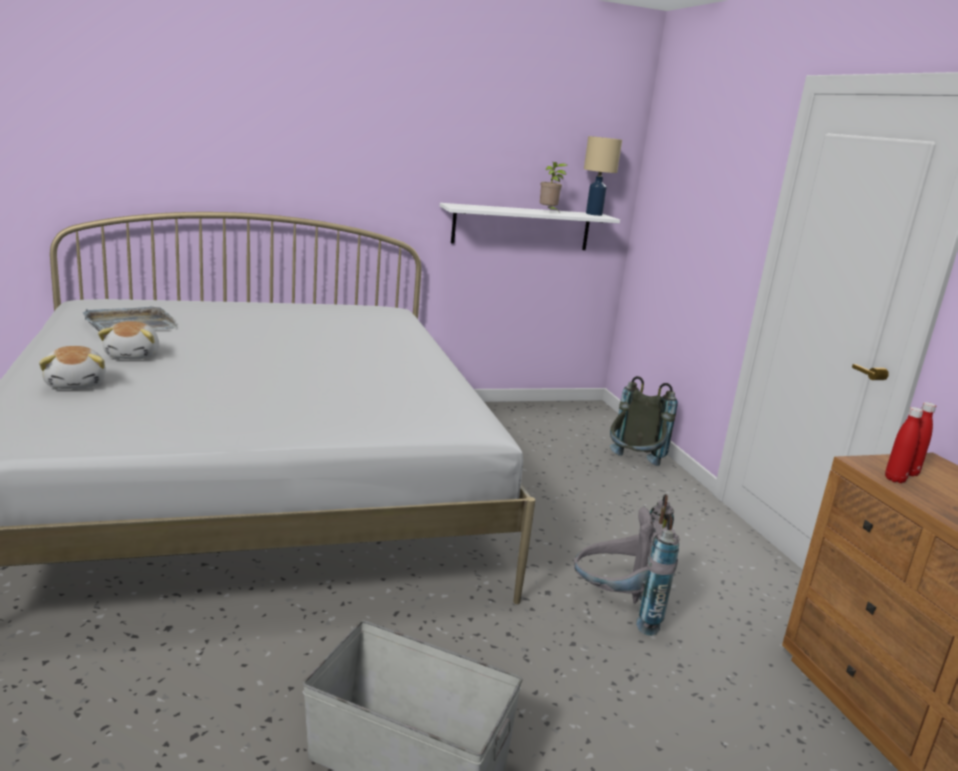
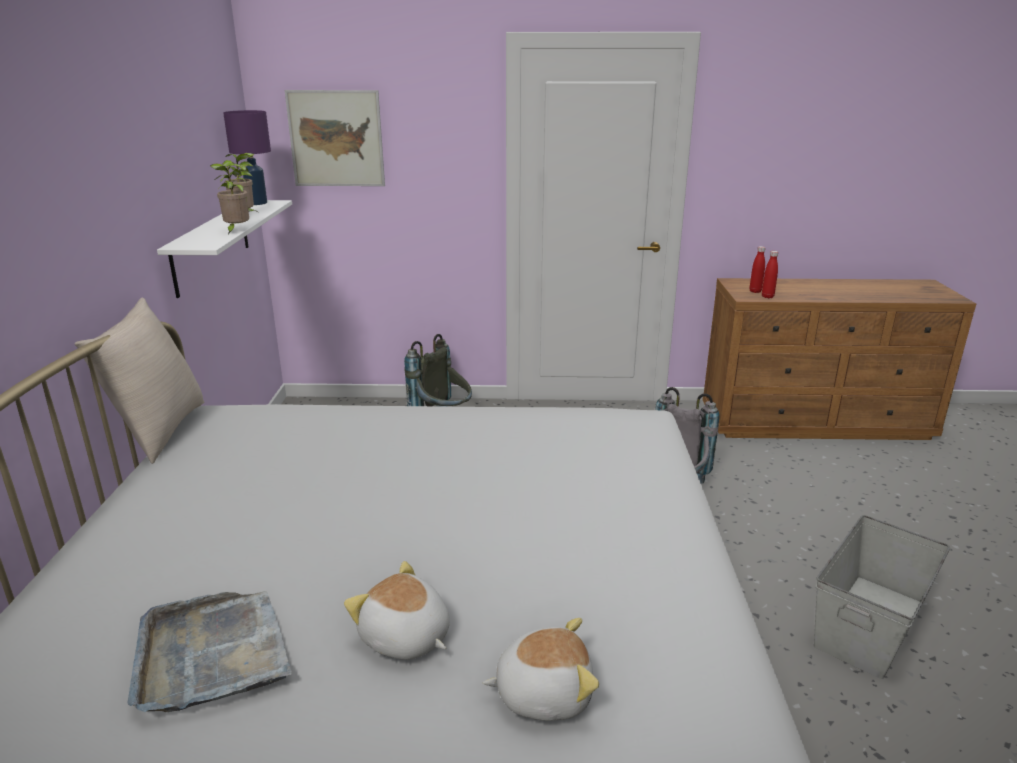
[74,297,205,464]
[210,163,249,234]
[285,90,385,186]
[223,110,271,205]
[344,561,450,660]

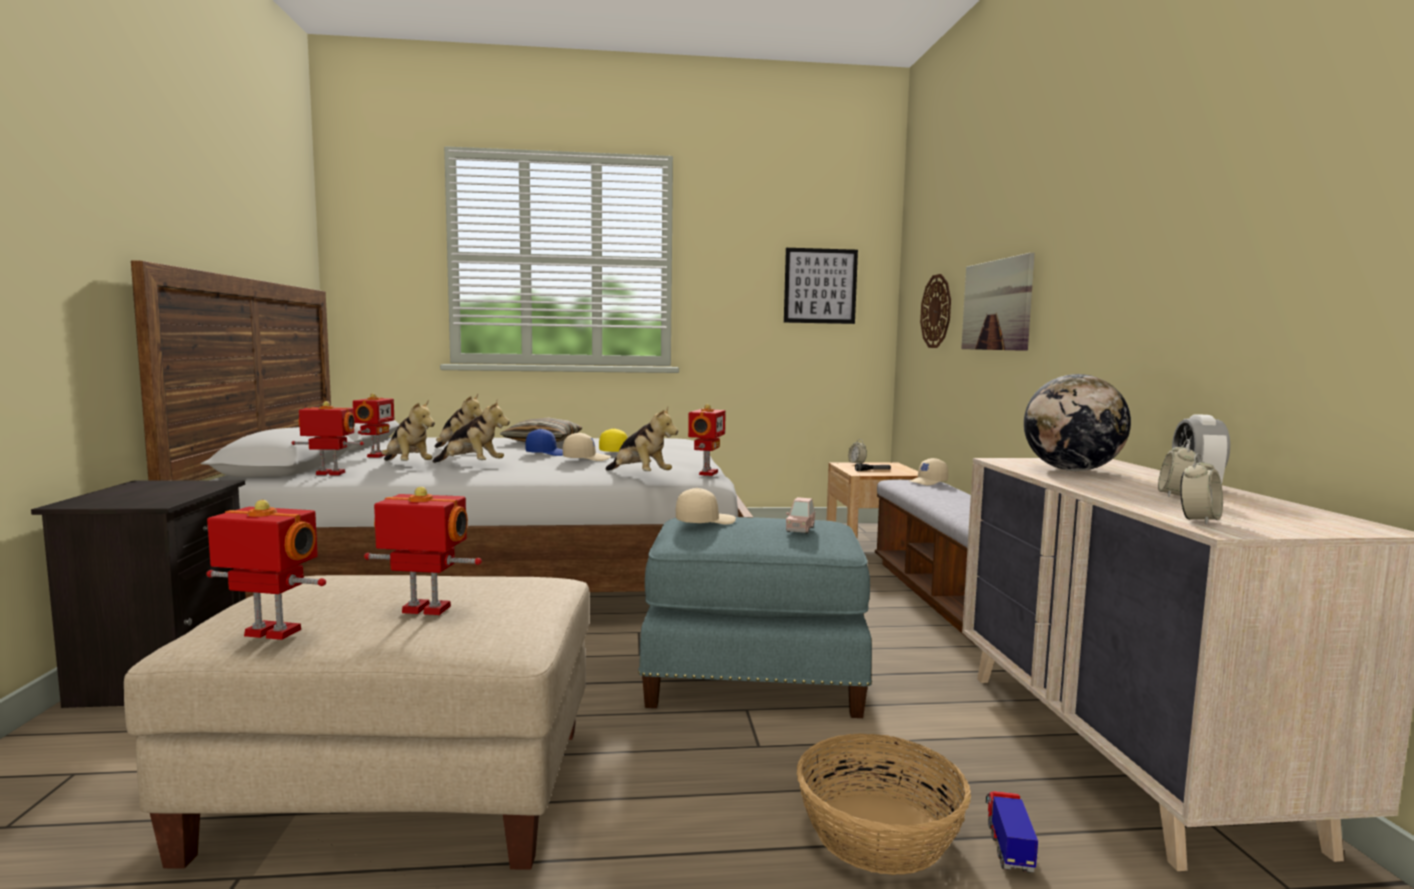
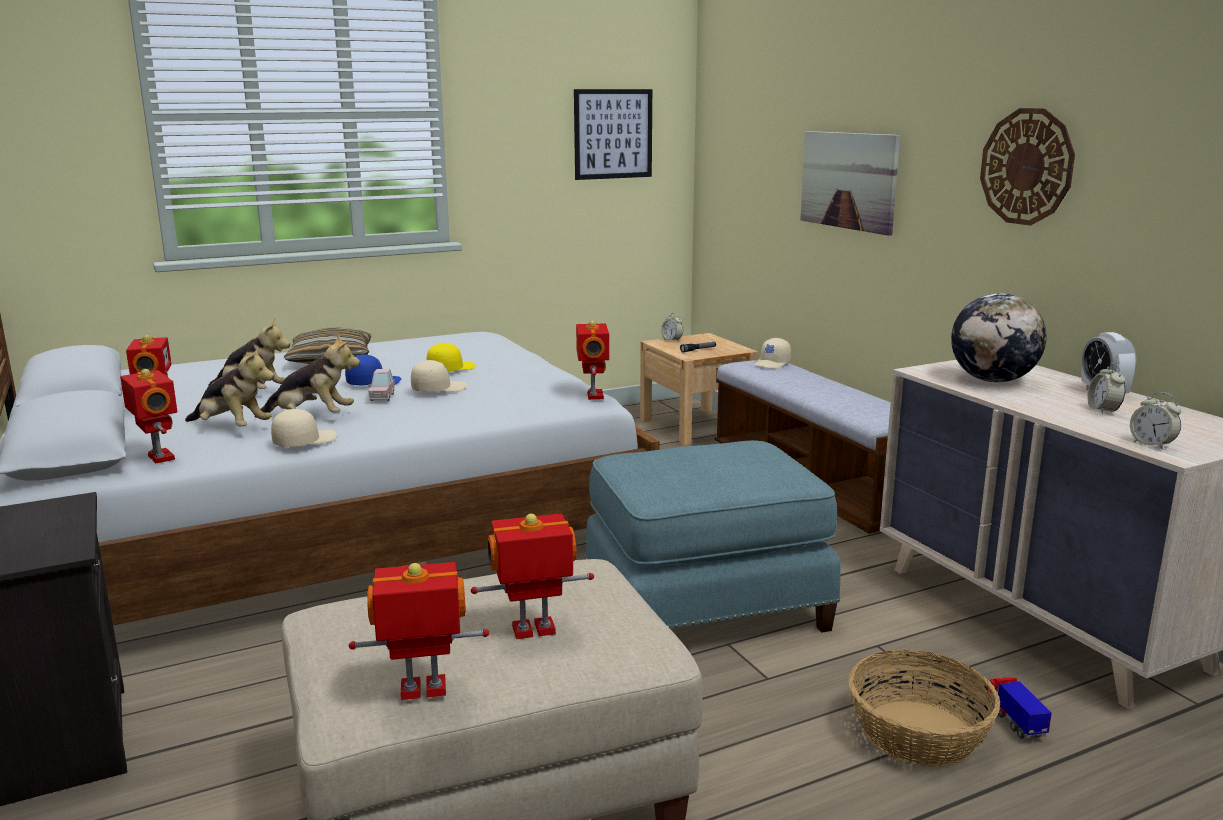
[605,407,678,471] (first image)
[271,409,337,447]
[368,369,394,401]
[980,108,1075,226]
[120,369,177,464]
[1130,392,1181,450]

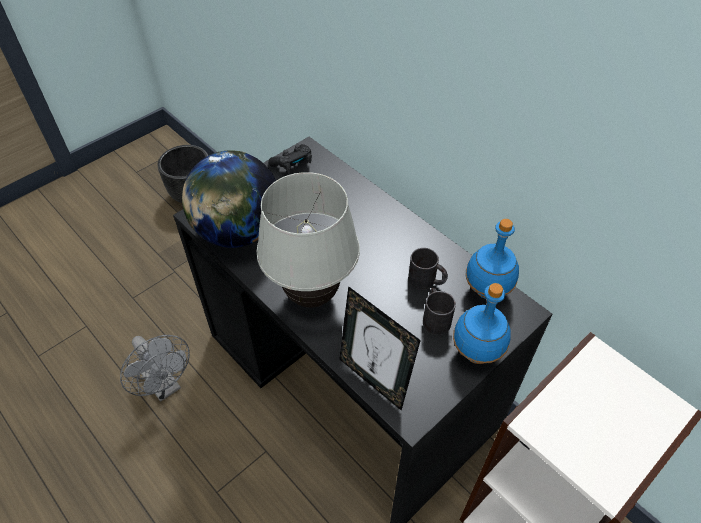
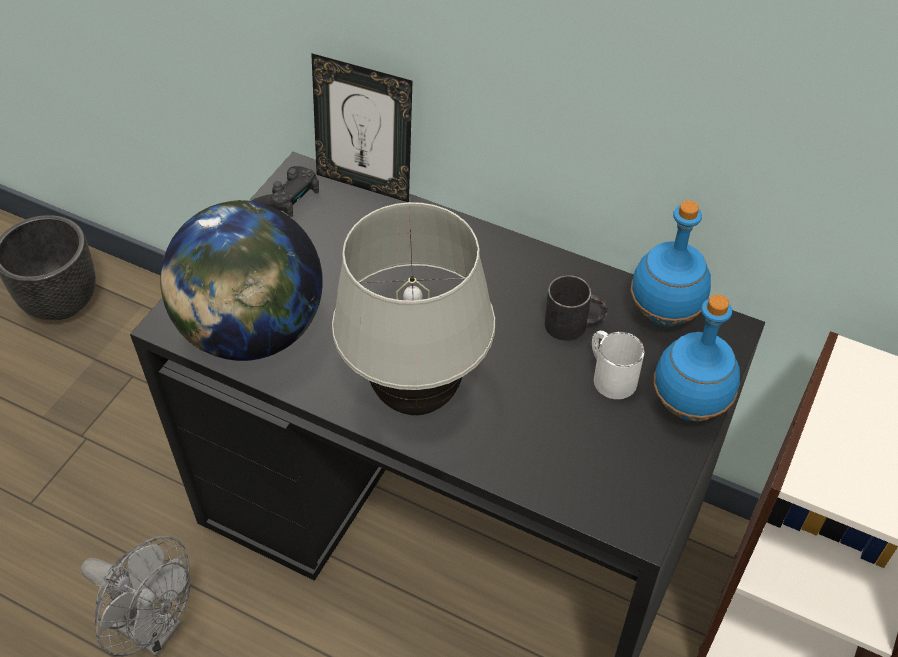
[311,53,413,202]
[592,331,645,399]

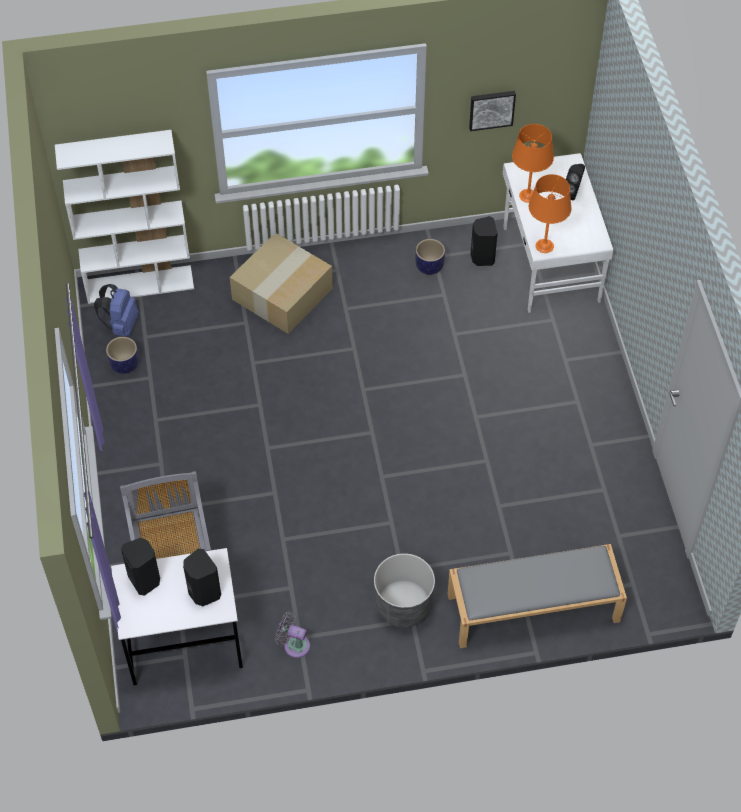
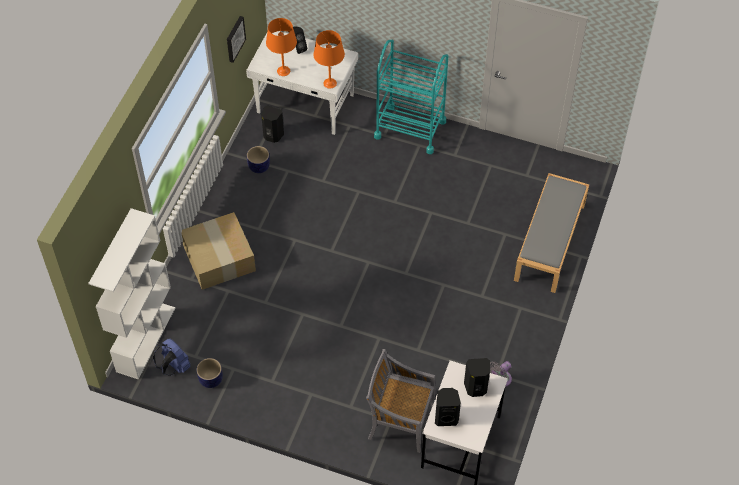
[374,553,435,628] (first image)
[374,40,449,154]

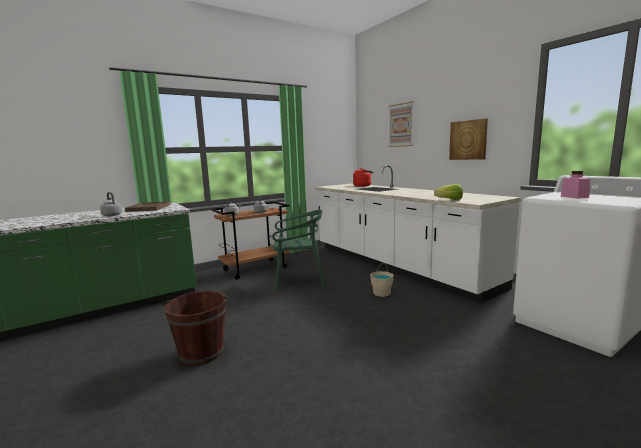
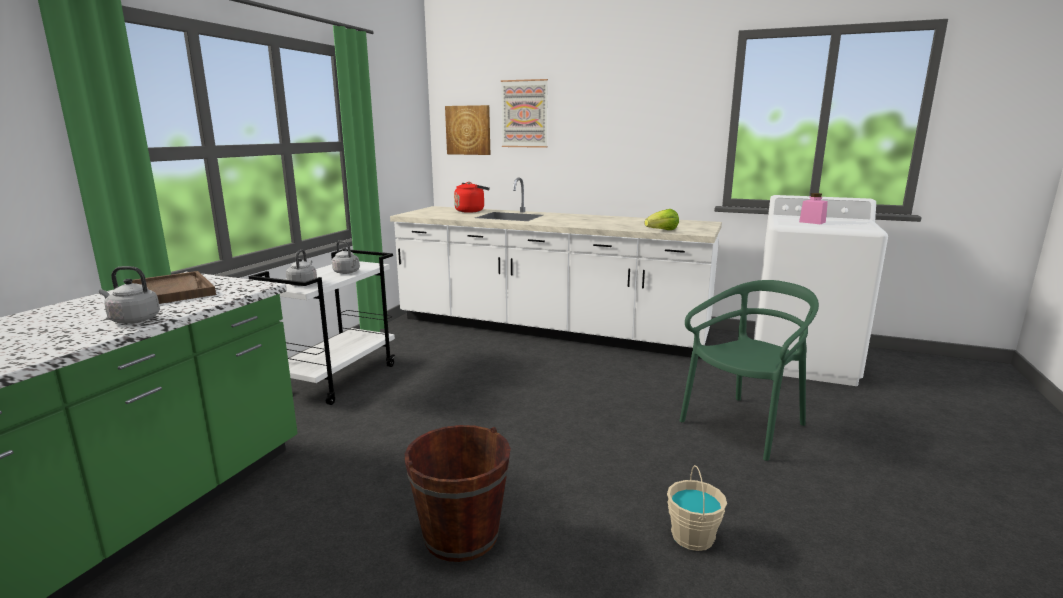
[679,280,819,461]
[667,465,727,551]
[445,105,490,155]
[248,249,395,405]

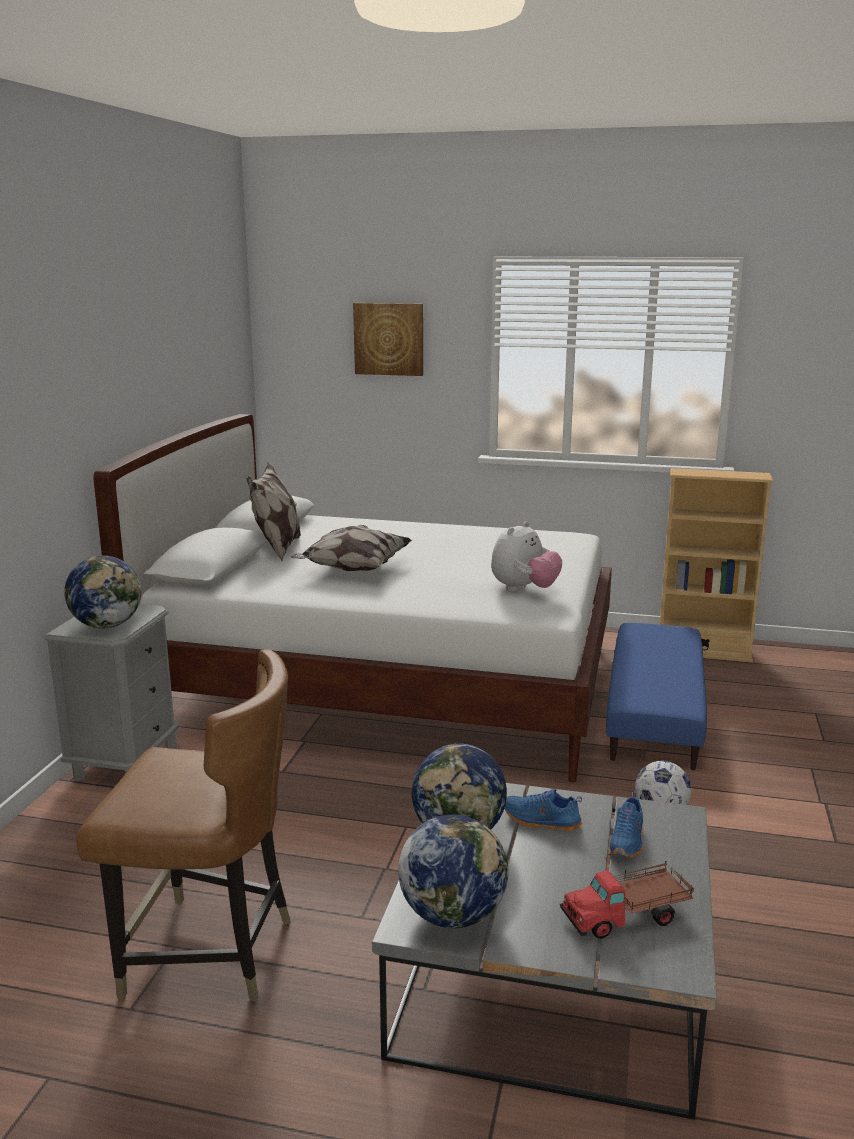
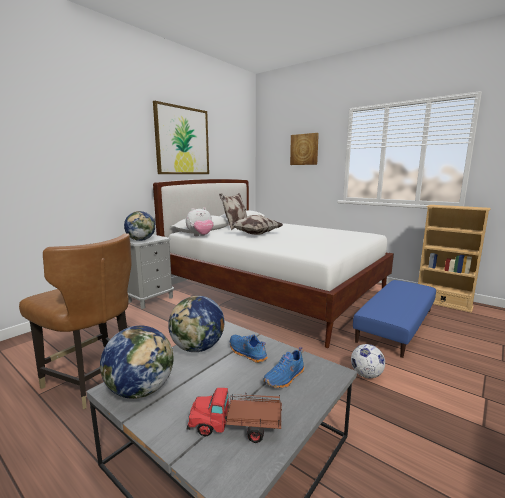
[153,101,209,174]
[186,207,214,236]

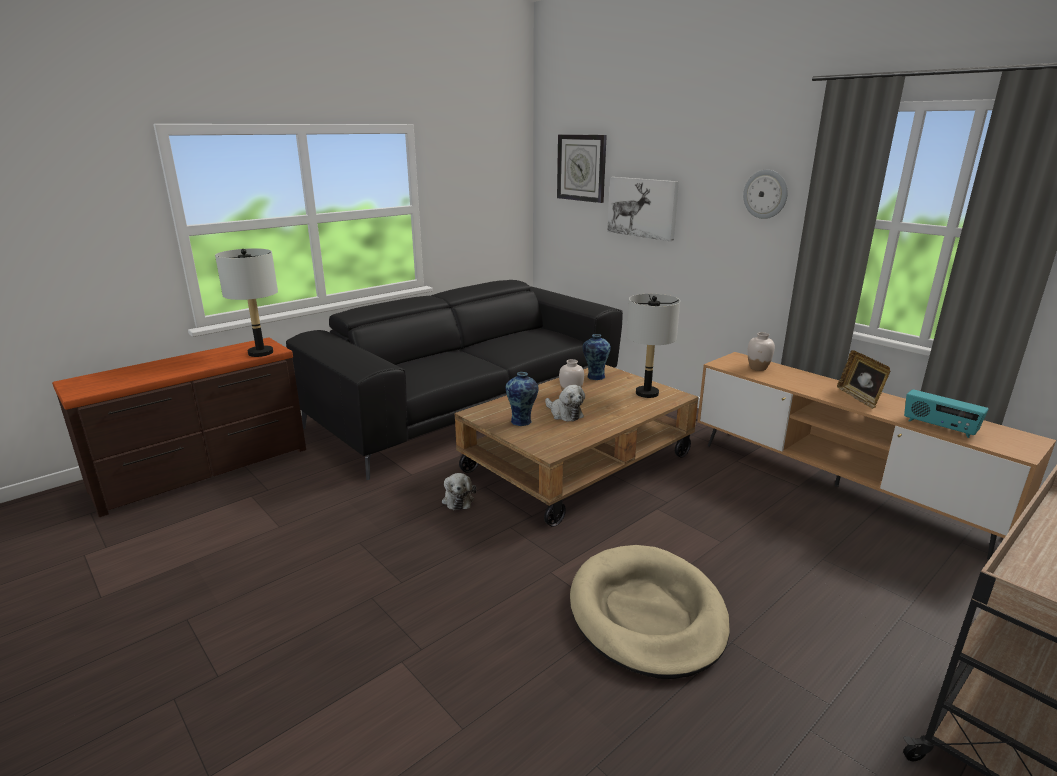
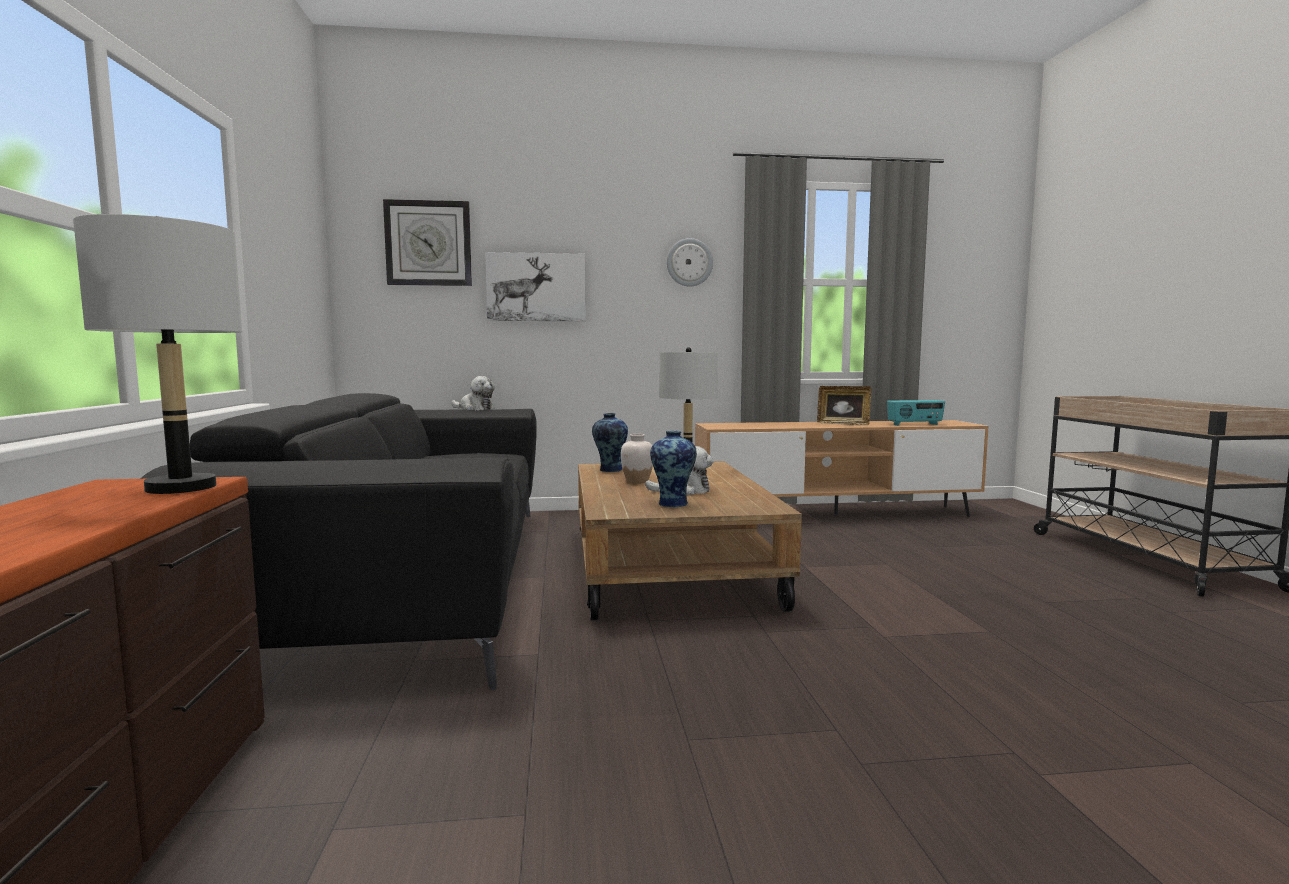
[570,545,730,679] (first image)
[748,332,775,371] (first image)
[451,376,495,410]

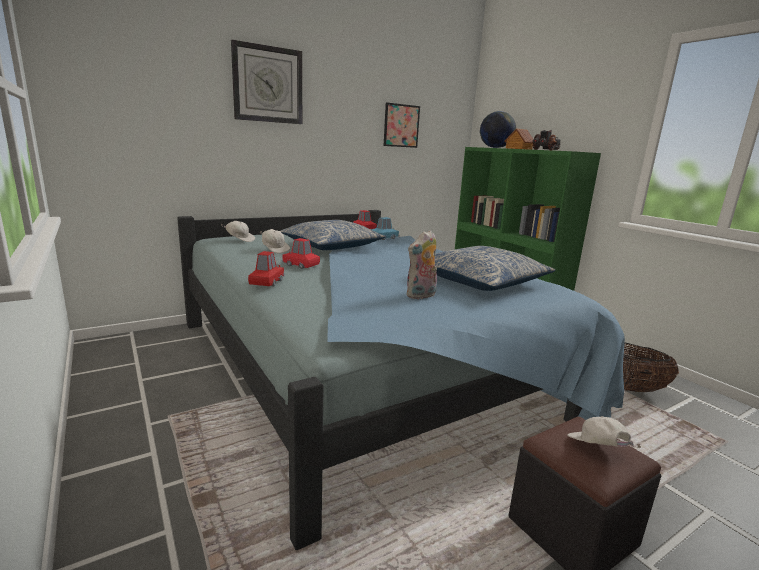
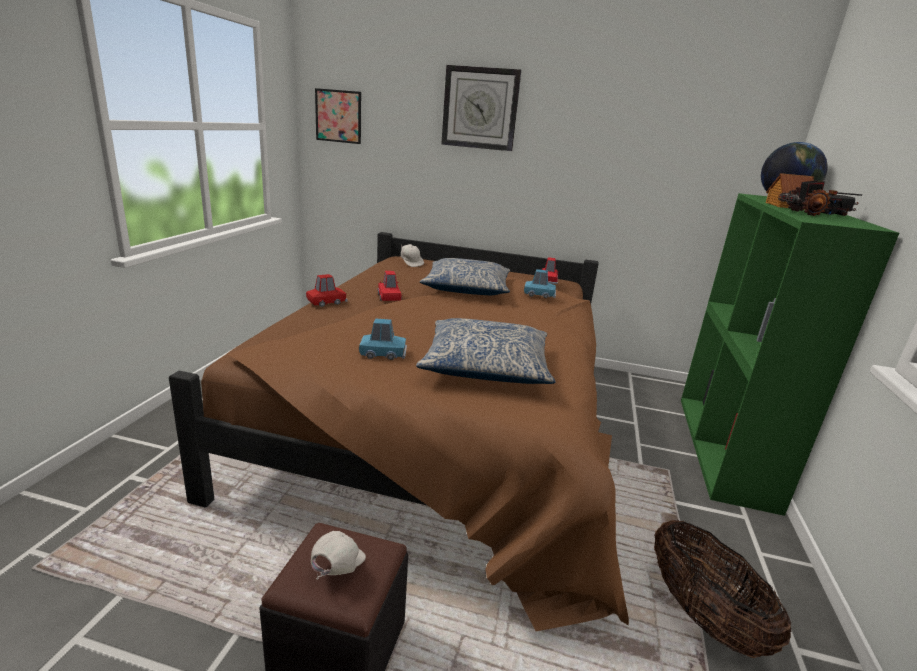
[260,229,290,253] (first image)
[315,88,361,144]
[359,318,407,360]
[169,232,629,631]

